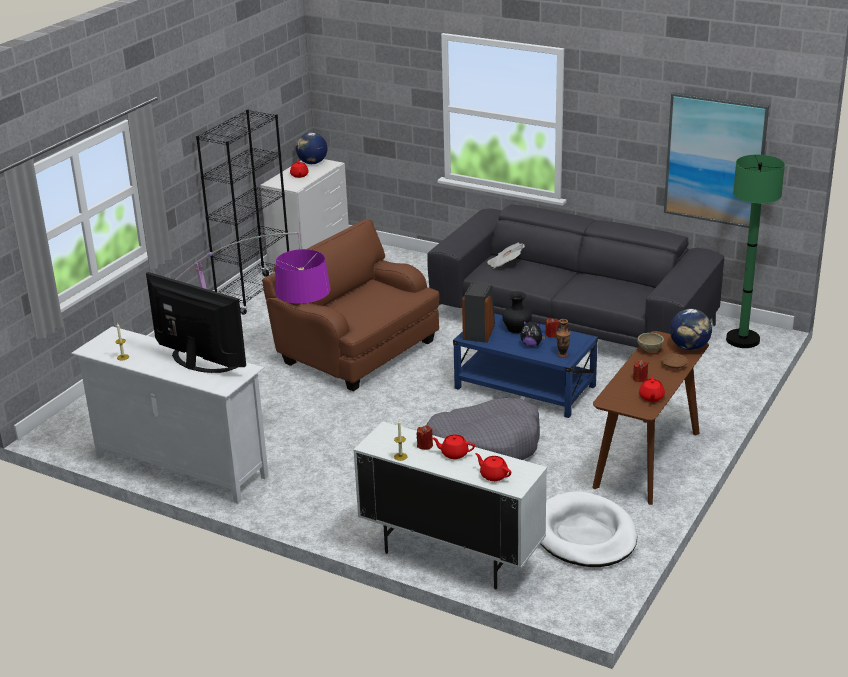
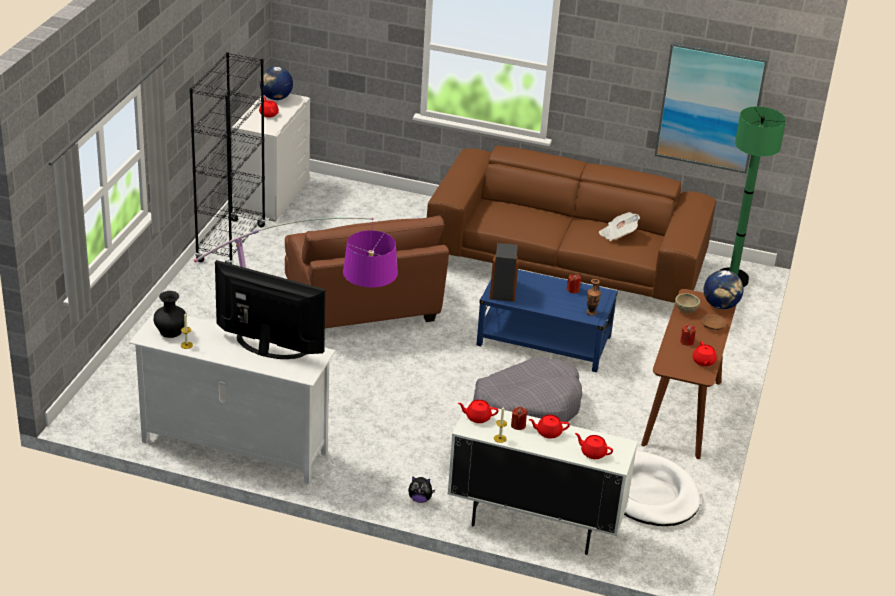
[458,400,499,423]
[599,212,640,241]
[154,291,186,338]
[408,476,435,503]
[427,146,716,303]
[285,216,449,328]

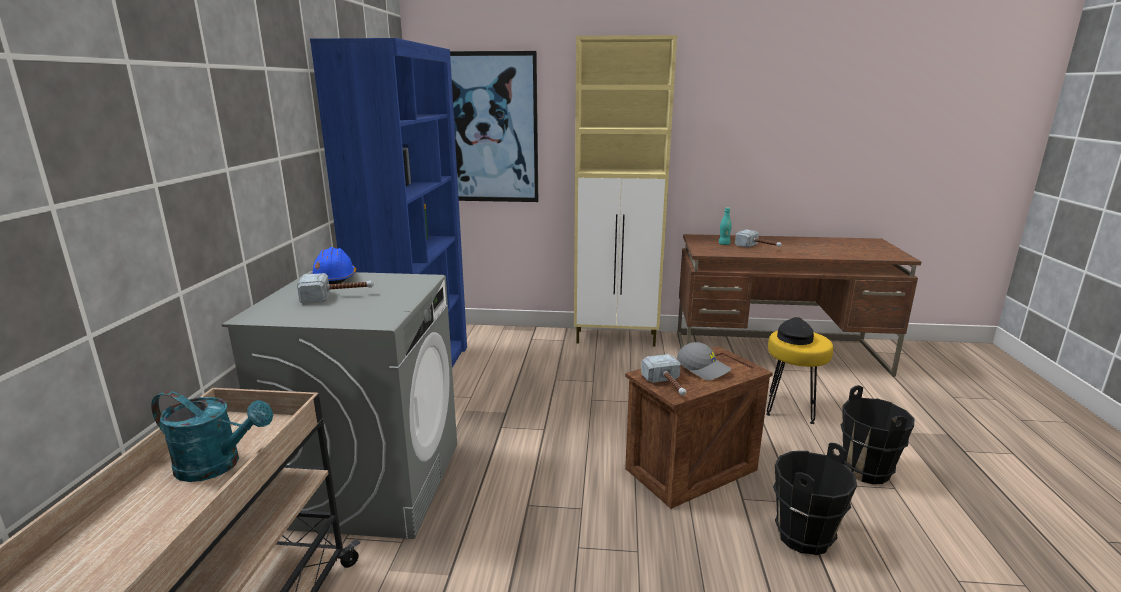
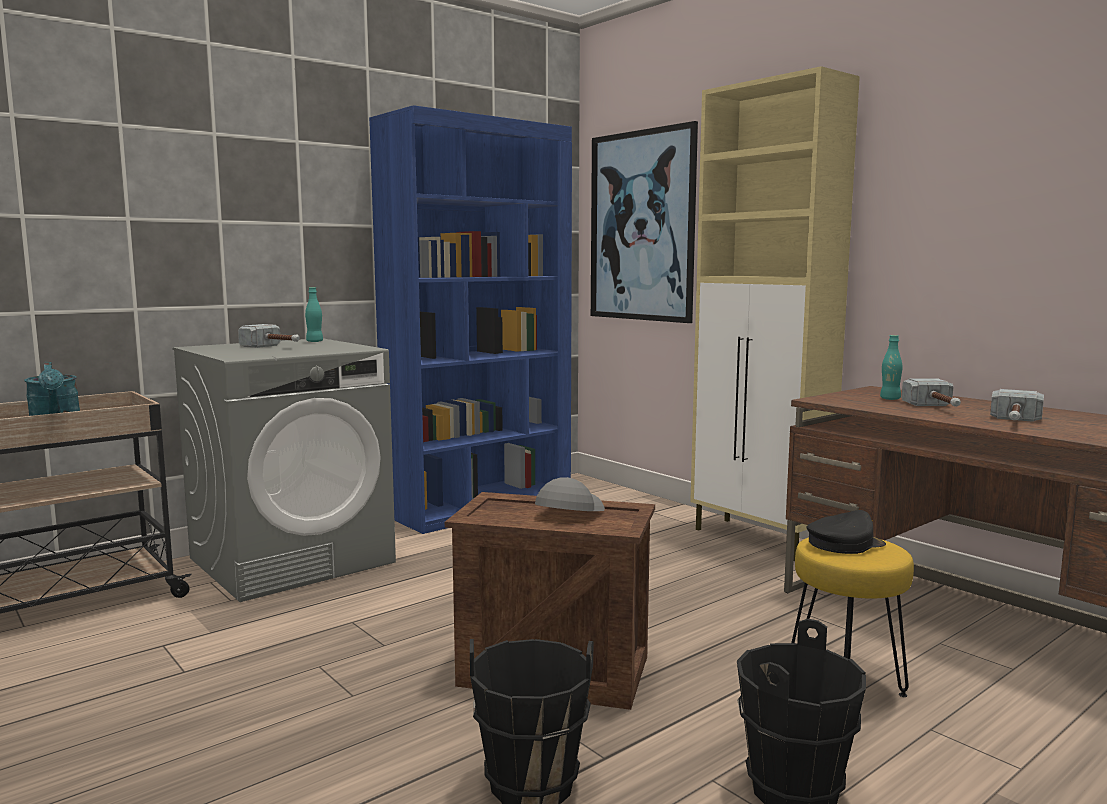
[990,389,1044,422]
[305,287,323,342]
[535,477,605,511]

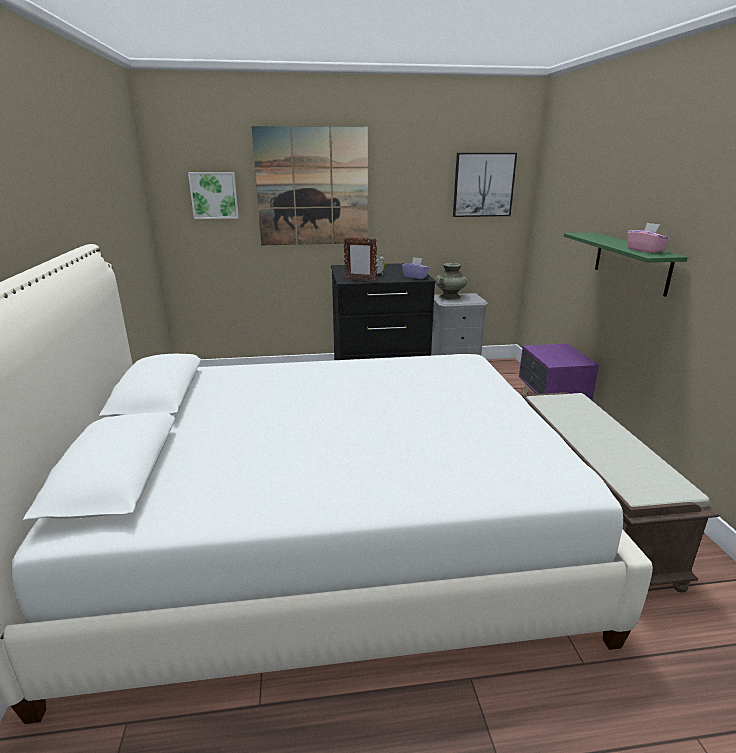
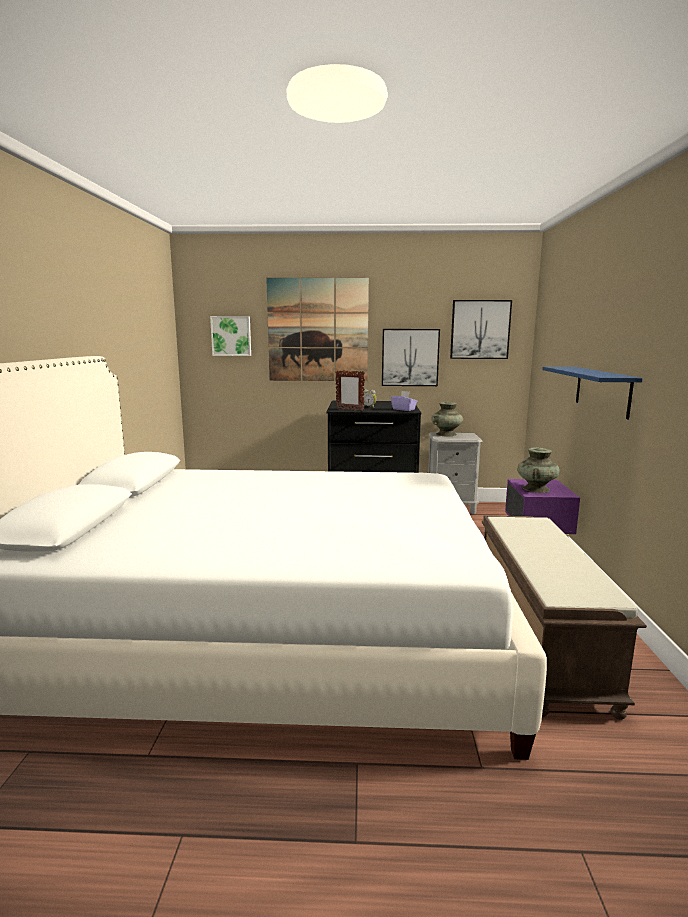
[627,223,670,253] (first image)
[382,329,440,386]
[517,447,560,493]
[542,367,643,420]

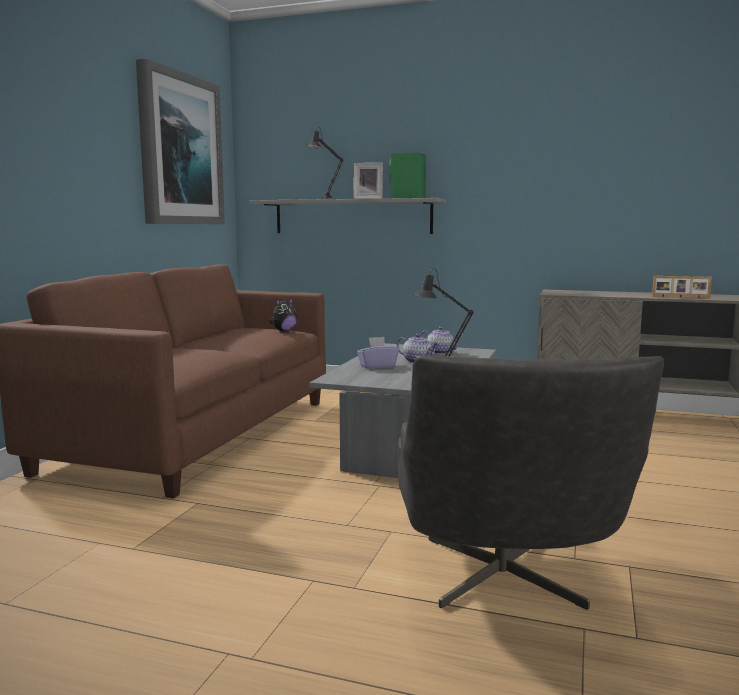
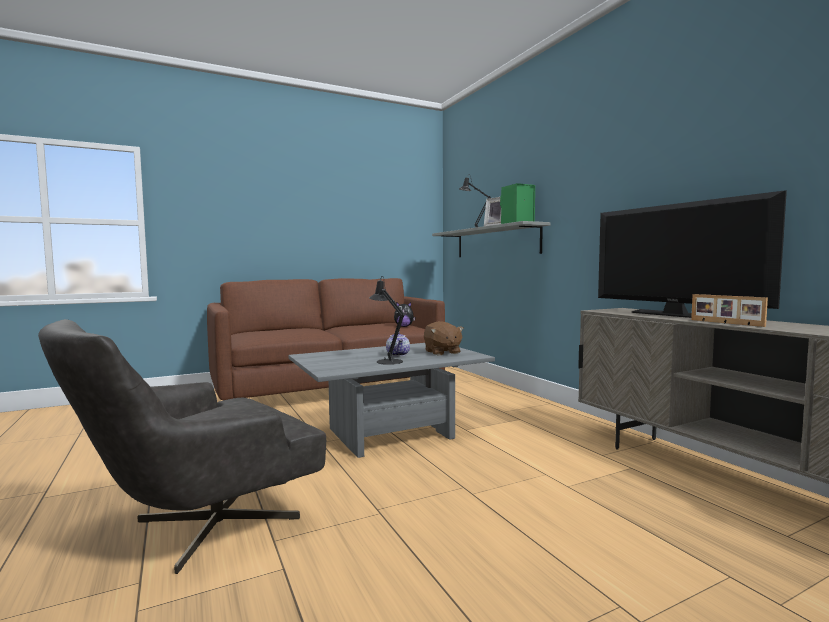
[136,59,225,224] (first image)
[357,337,399,369] (first image)
[598,190,787,318]
[424,321,464,355]

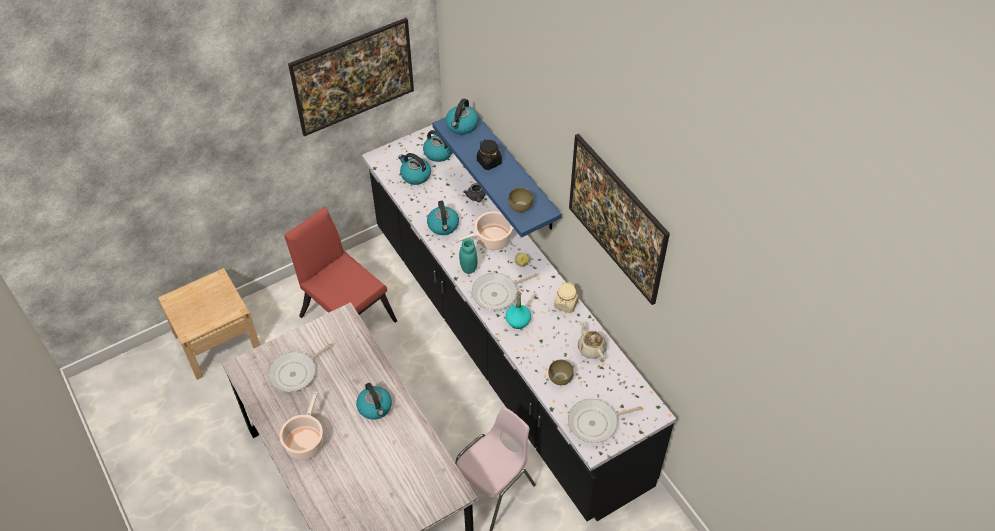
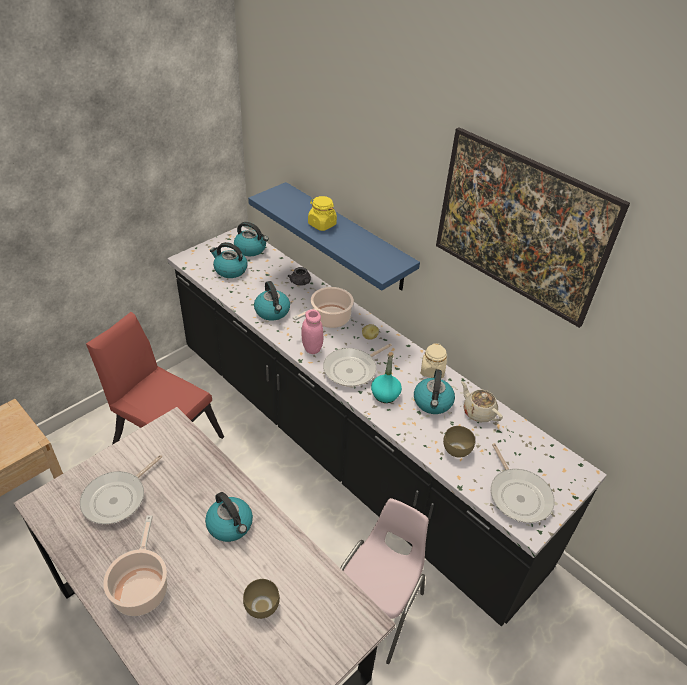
[288,18,414,137] (first image)
[414,369,455,414]
[243,579,280,619]
[302,309,323,354]
[308,196,337,231]
[491,443,555,523]

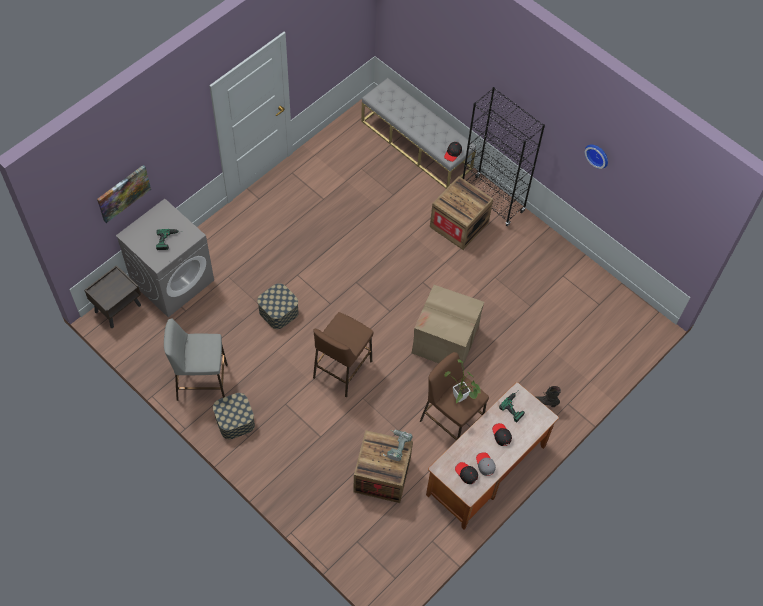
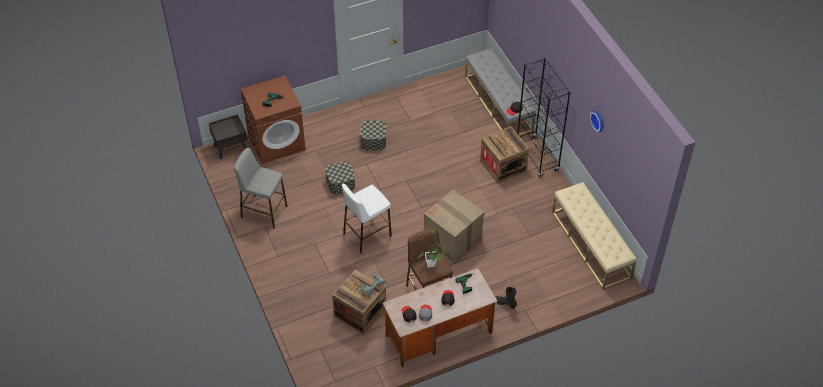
[97,165,151,223] (first image)
[552,182,637,289]
[360,120,386,150]
[241,75,306,164]
[342,183,392,253]

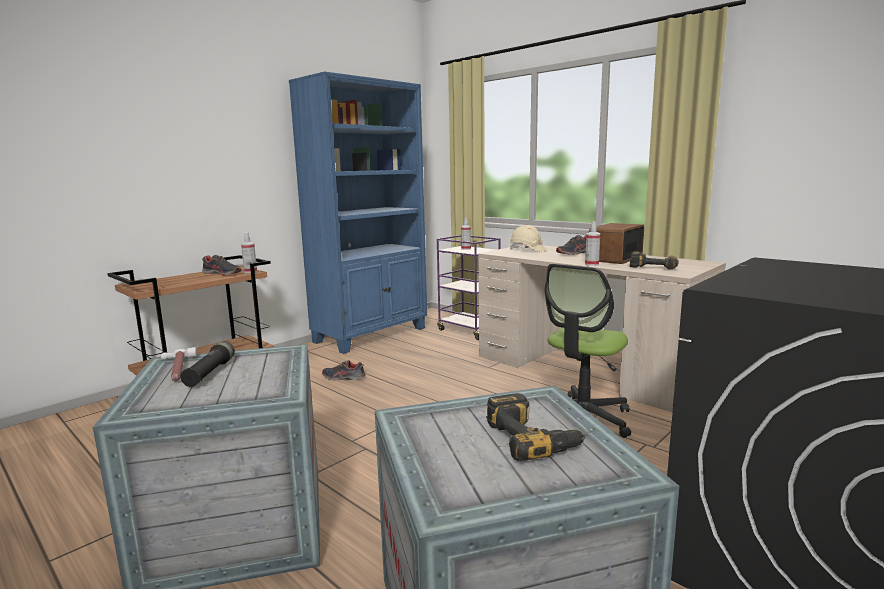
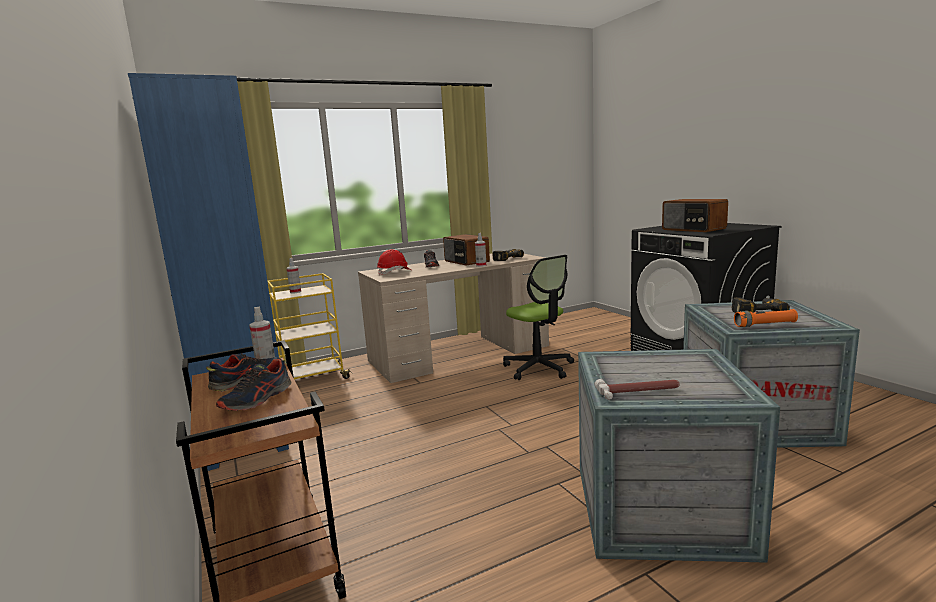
[180,341,235,387] (first image)
[662,199,728,232]
[734,309,798,327]
[216,359,292,411]
[268,273,352,380]
[377,249,411,275]

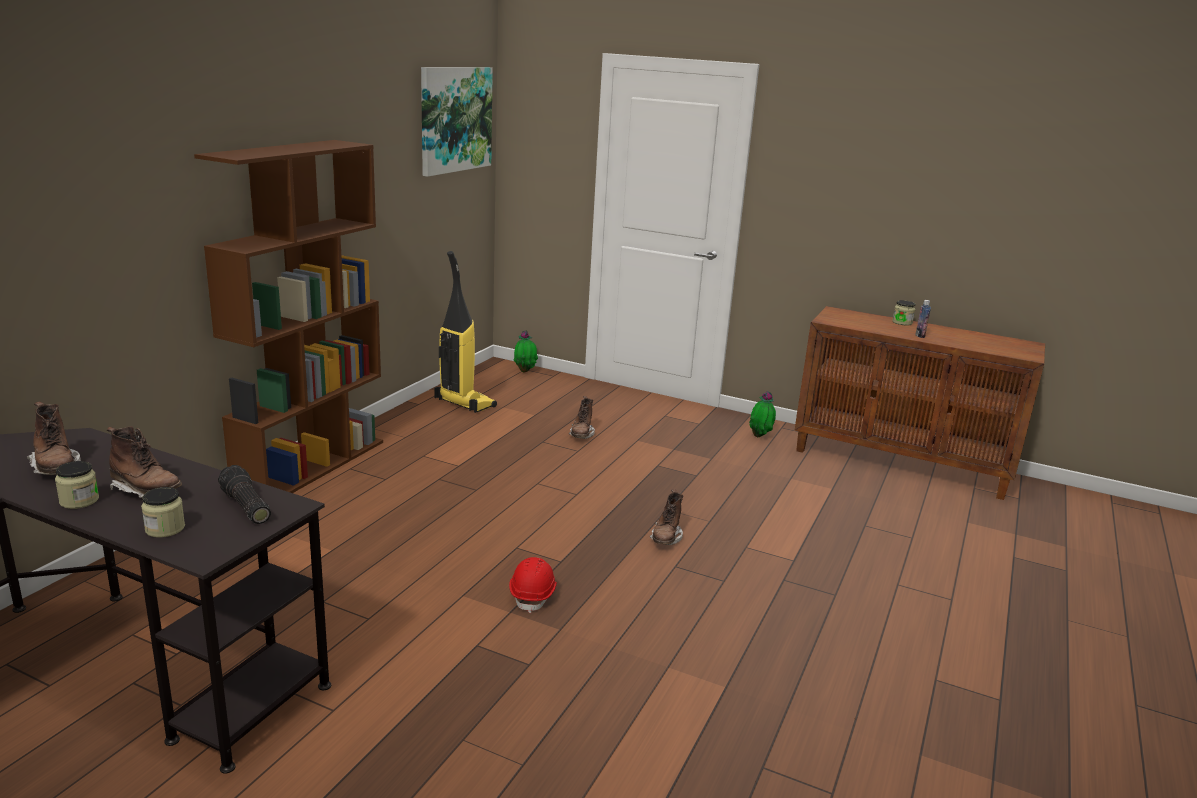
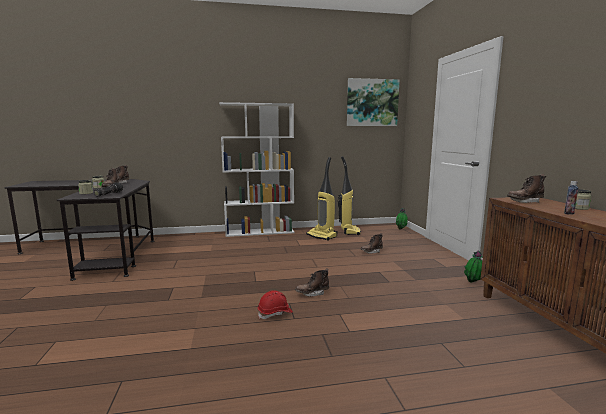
[306,157,337,241]
[507,174,546,203]
[258,291,293,319]
[219,102,294,237]

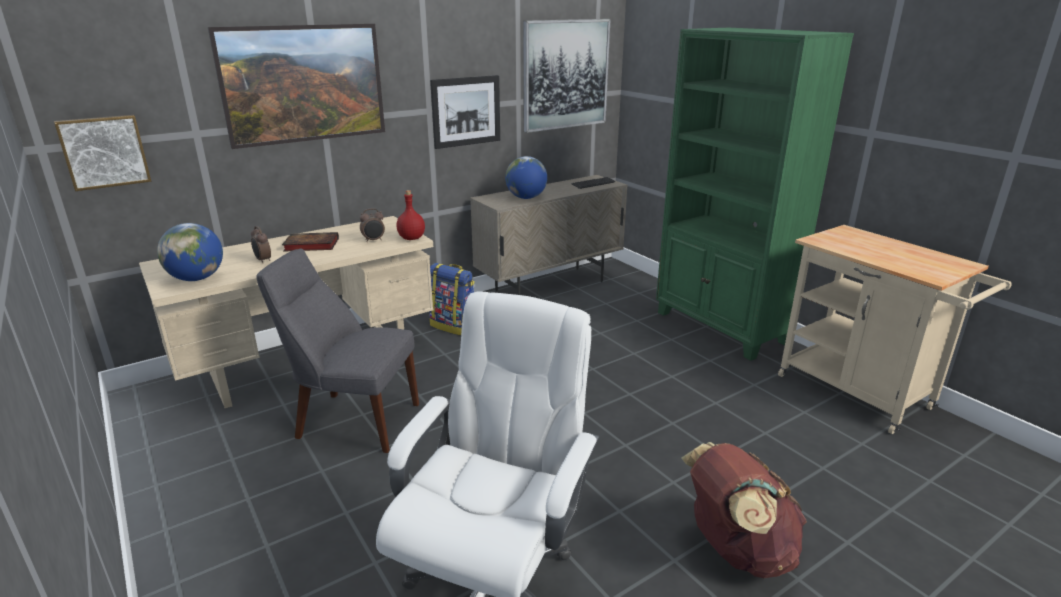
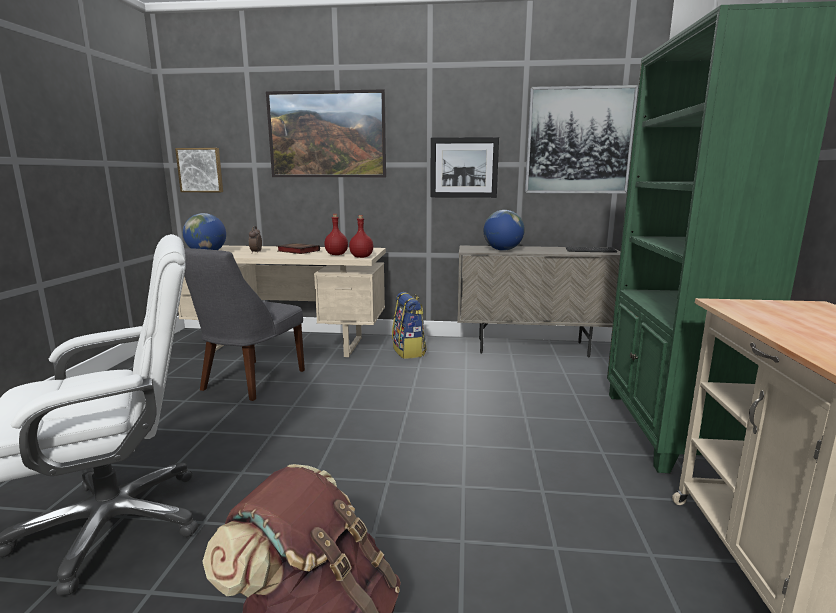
[324,214,348,255]
[184,248,305,401]

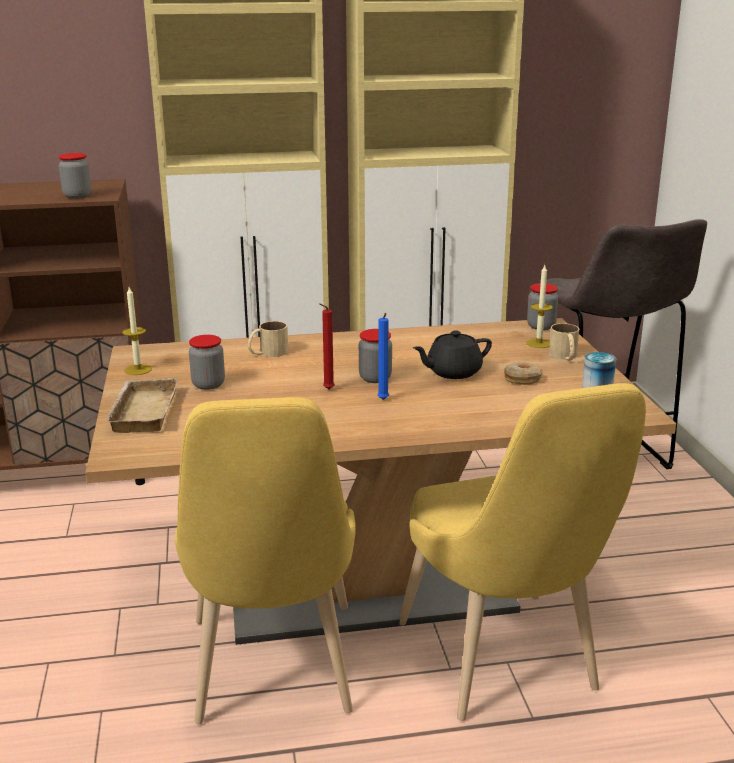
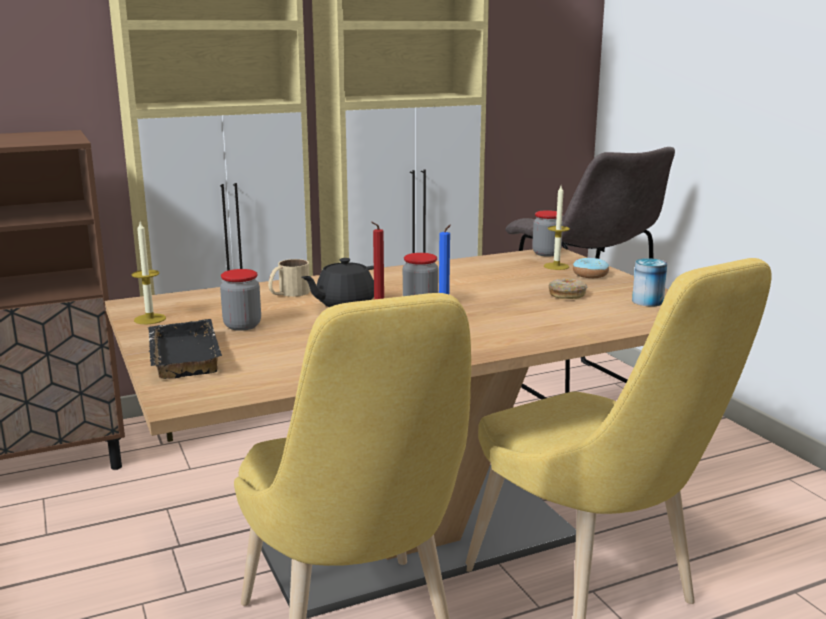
[58,153,91,199] (first image)
[301,258,374,307]
[573,258,609,278]
[148,319,222,379]

